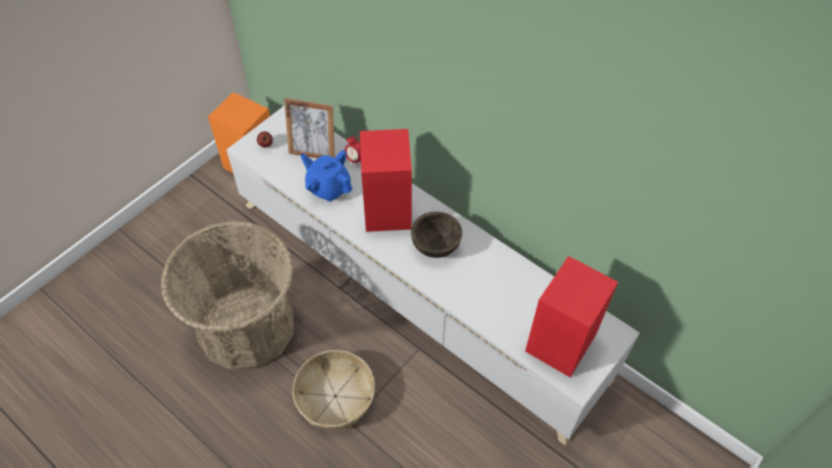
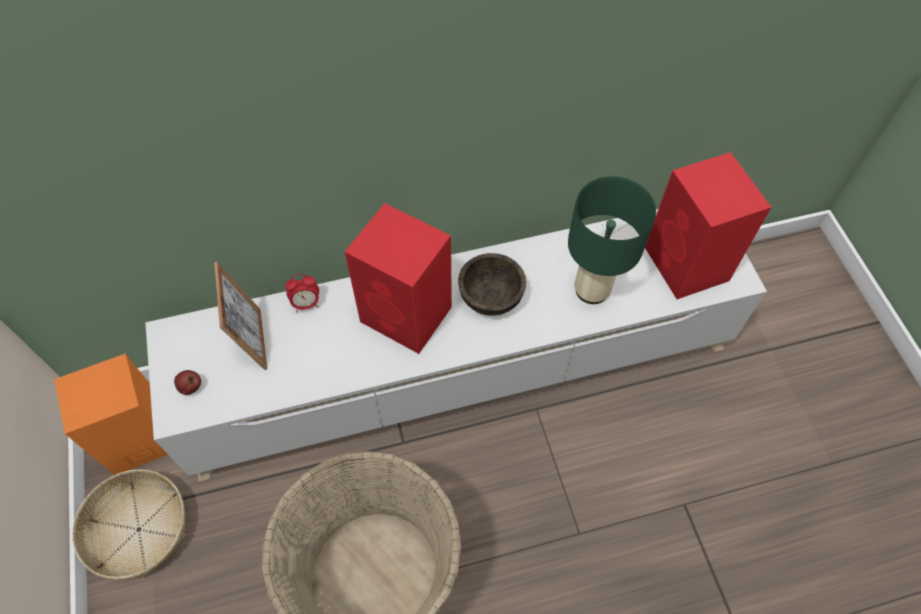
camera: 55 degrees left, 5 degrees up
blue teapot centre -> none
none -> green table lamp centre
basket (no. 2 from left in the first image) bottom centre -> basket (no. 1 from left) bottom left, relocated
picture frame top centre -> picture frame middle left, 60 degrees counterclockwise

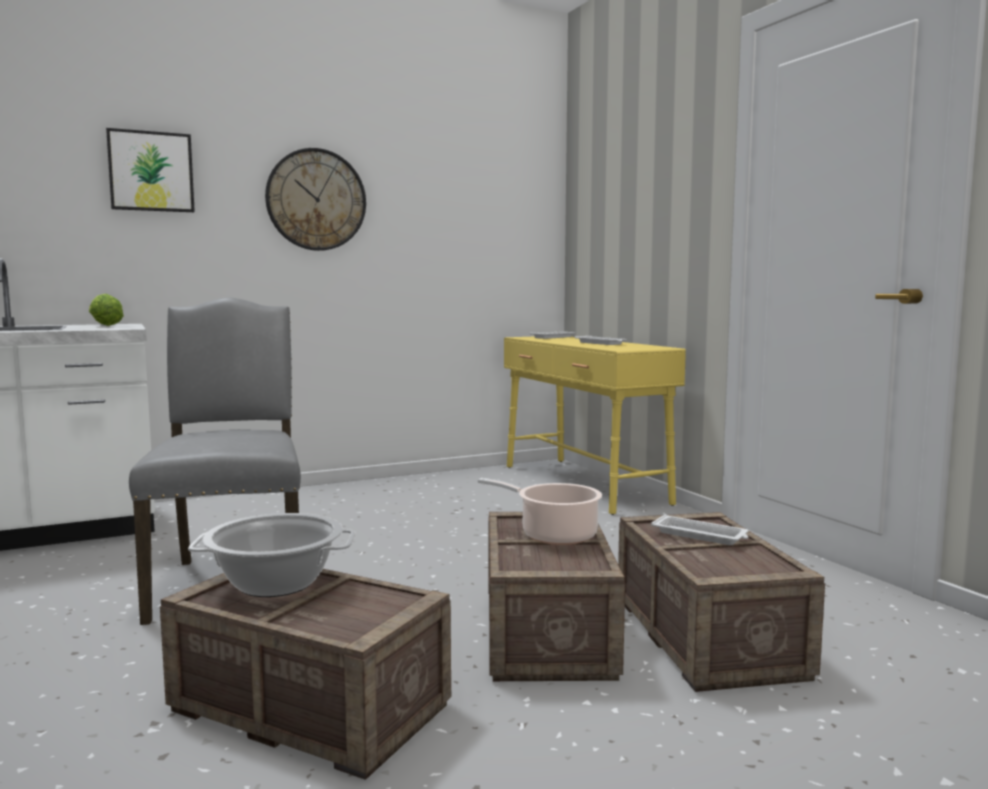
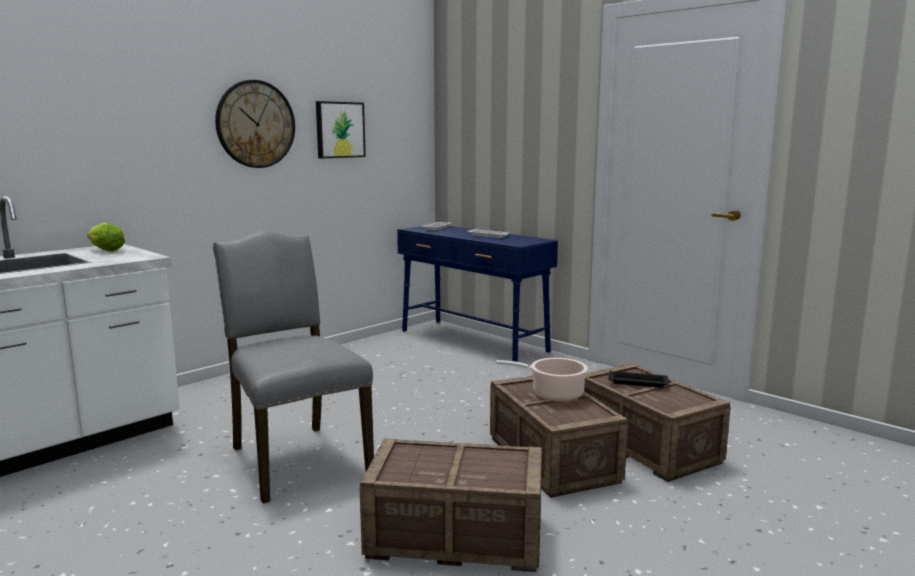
camera: 20 degrees left, 5 degrees up
cooking pot (no. 1 from left) bottom left -> none
picture top left -> picture top centre, relocated
yellow console table centre -> blue console table centre
white tray (no. 3 from left) bottom right -> black tray middle right

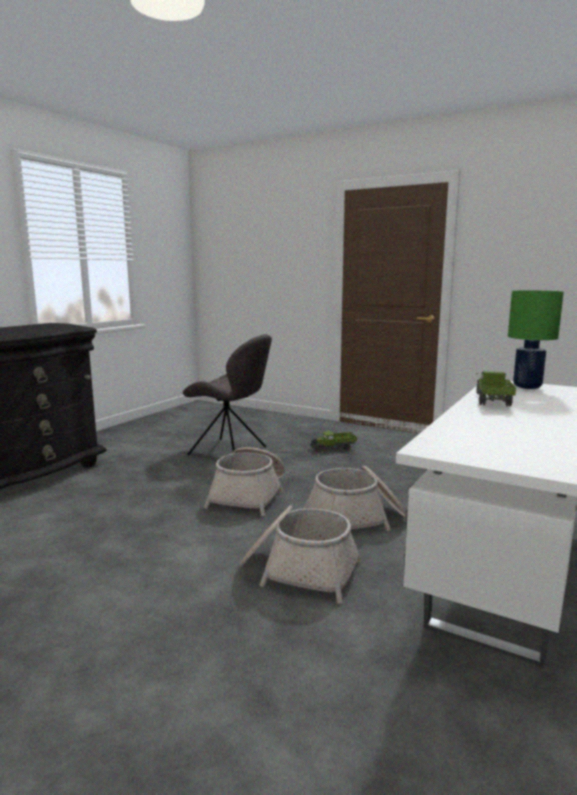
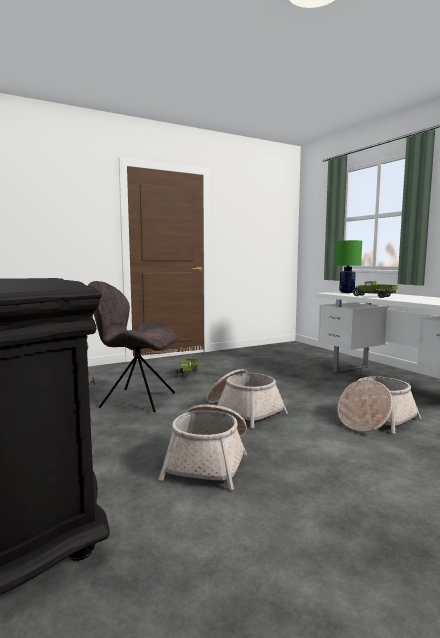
camera: 60 degrees left, 5 degrees down
basket (no. 3 from left in the first image) centre -> basket (no. 1 from left) bottom centre, relocated
grey chair centre -> grey chair middle left, 135 degrees counterclockwise

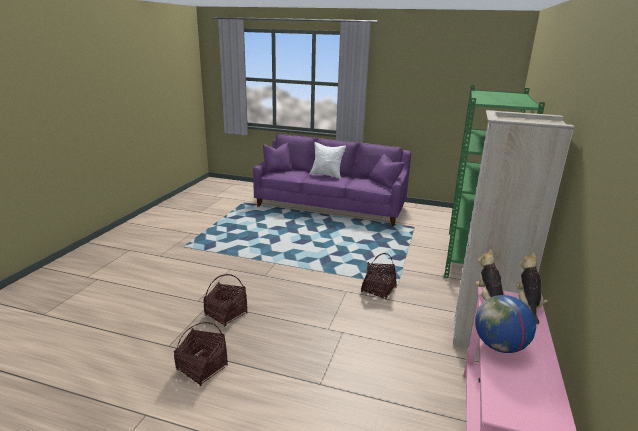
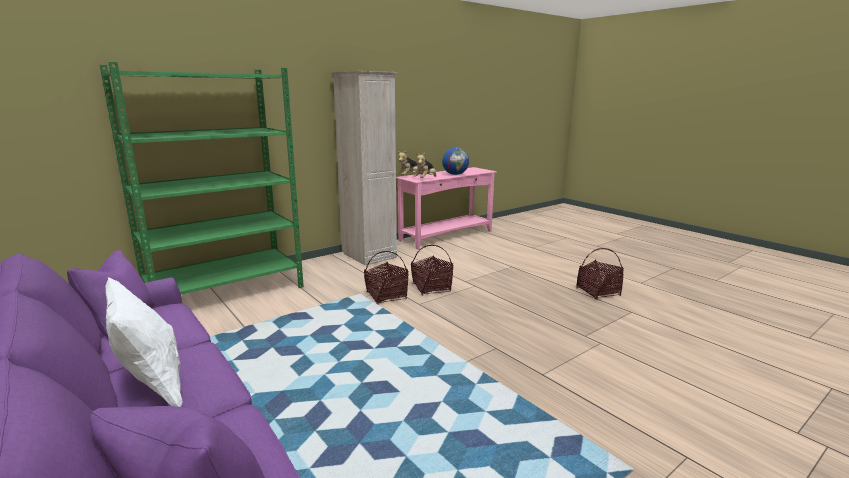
camera: 145 degrees left, 5 degrees down
basket (no. 2 from left) bottom centre -> basket (no. 2 from left) centre, relocated

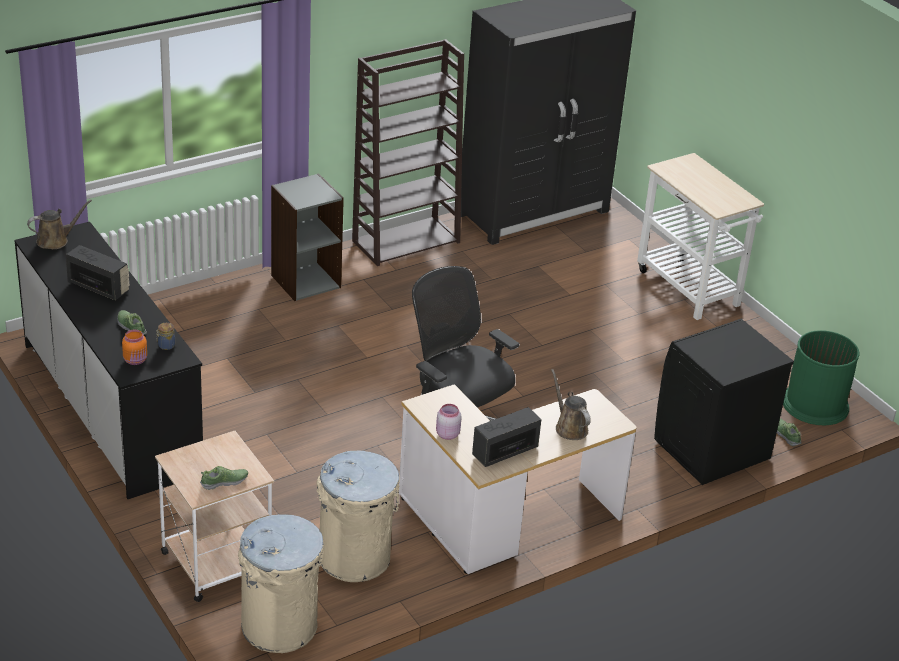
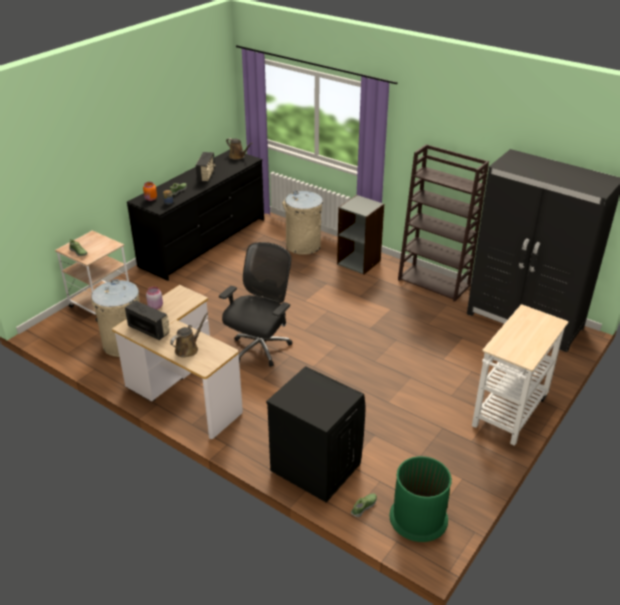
camera: 70 degrees right, 0 degrees up
beige trash can (no. 1 from left in the first image) bottom left -> beige trash can (no. 2 from left) centre, relocated

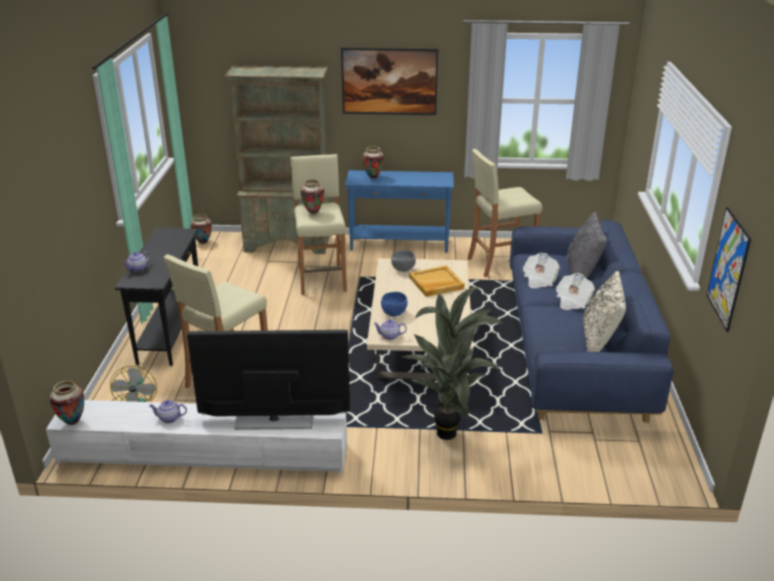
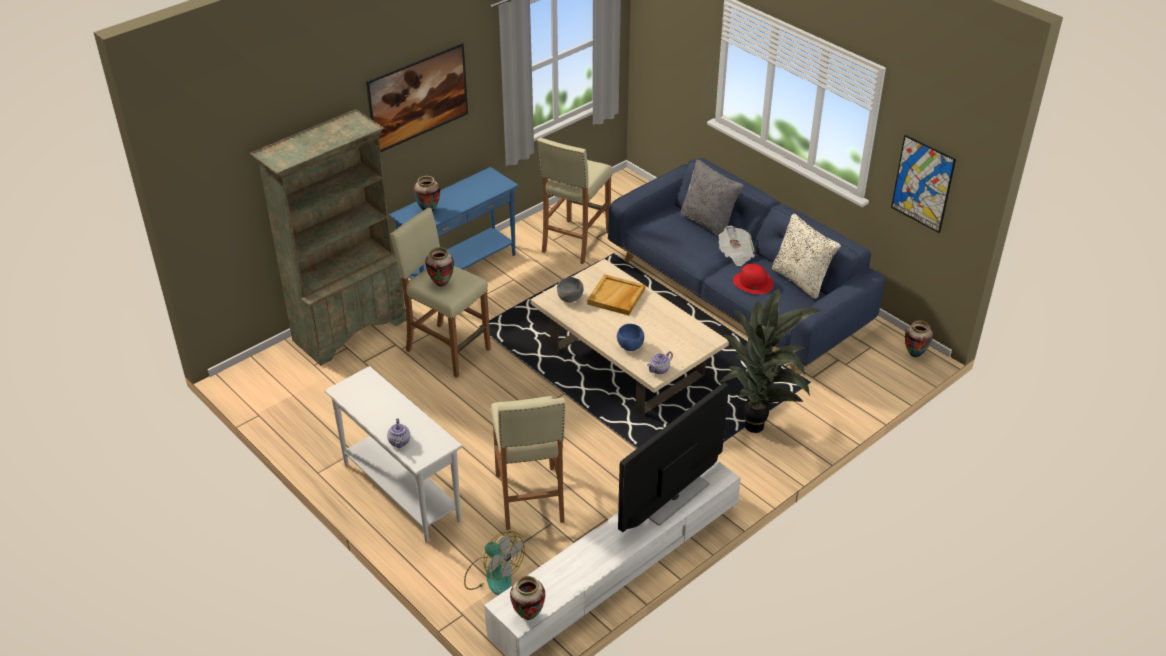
camera: 45 degrees left, 10 degrees up
teapot (no. 2 from left) bottom left -> none
newspaper (no. 1 from left) middle right -> none
none -> red hat centre
vase (no. 2 from left in the first image) middle left -> vase (no. 4 from left) middle right, relocated
black console table middle left -> white console table bottom centre

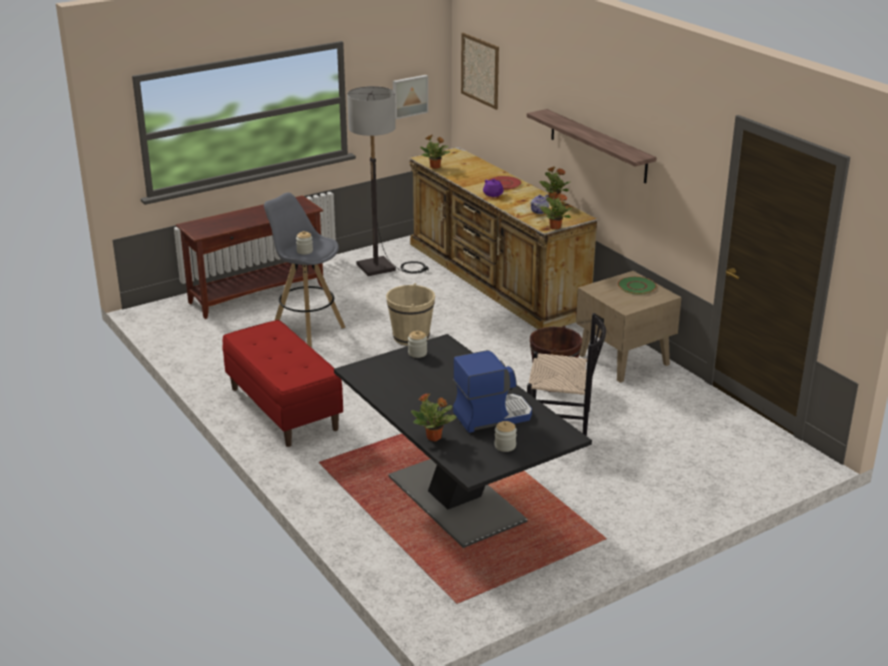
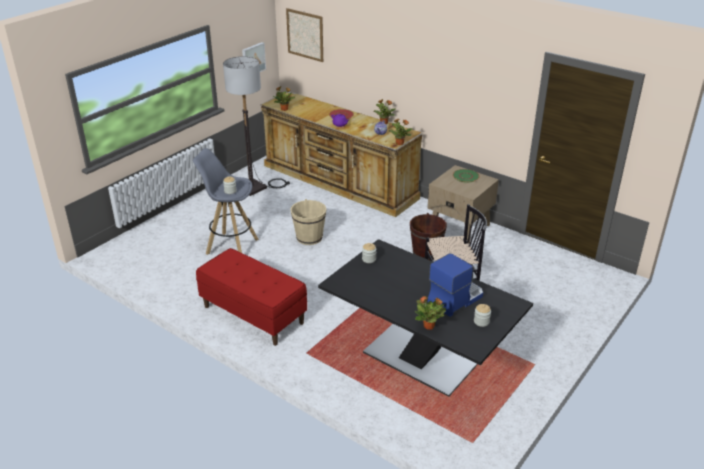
camera: 20 degrees left, 5 degrees up
brown console table middle left -> none
shelf top right -> none

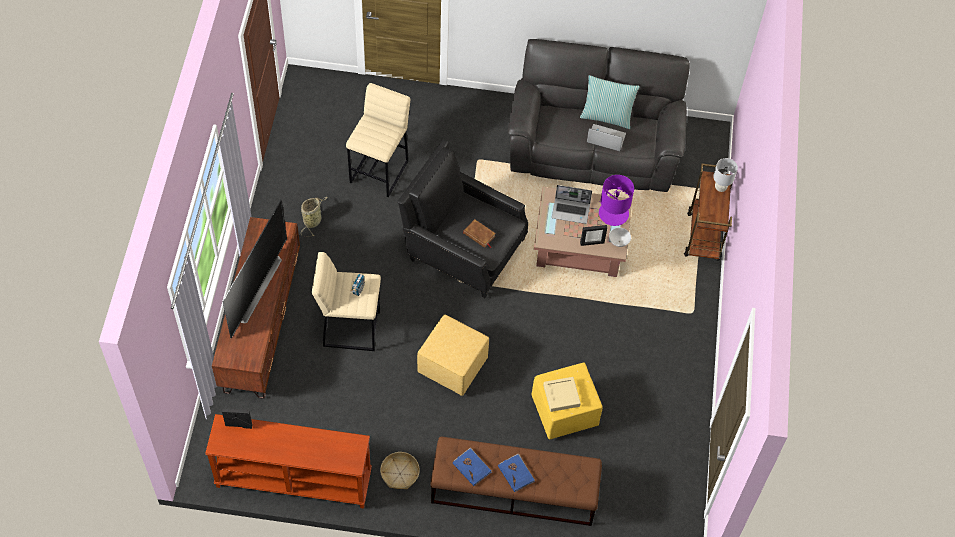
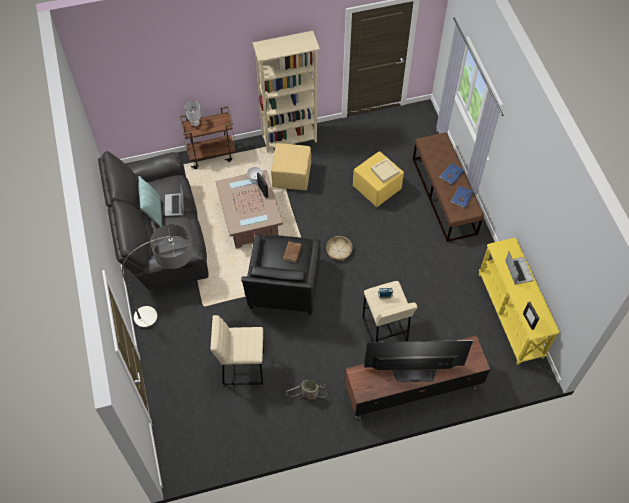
camera: 110 degrees left, 0 degrees up
purple table lamp centre -> none
none -> floor lamp middle left
none -> beige bookcase top centre
basket (no. 2 from left) bottom centre -> basket (no. 2 from left) centre, relocated
yellow ottoman (no. 1 from left) centre -> yellow ottoman (no. 1 from left) top centre, relocated
laptop (no. 1 from left in the first image) centre -> laptop (no. 2 from left) middle right, relocated
brown console table bottom left -> yellow console table middle right

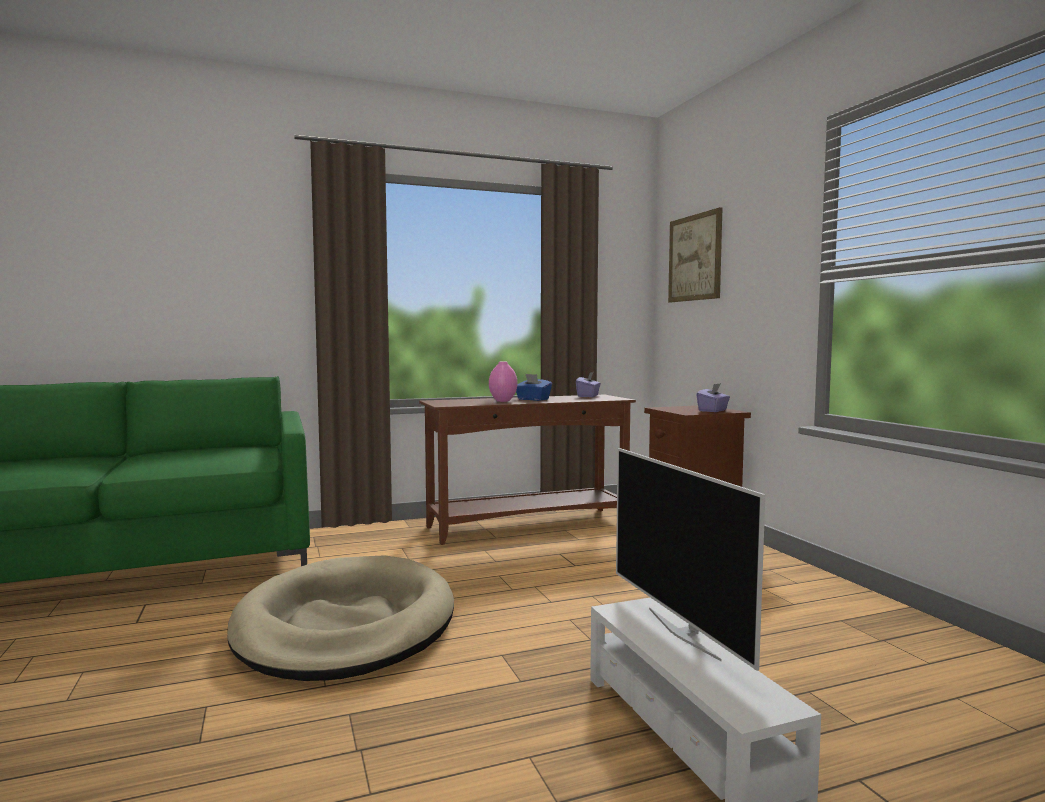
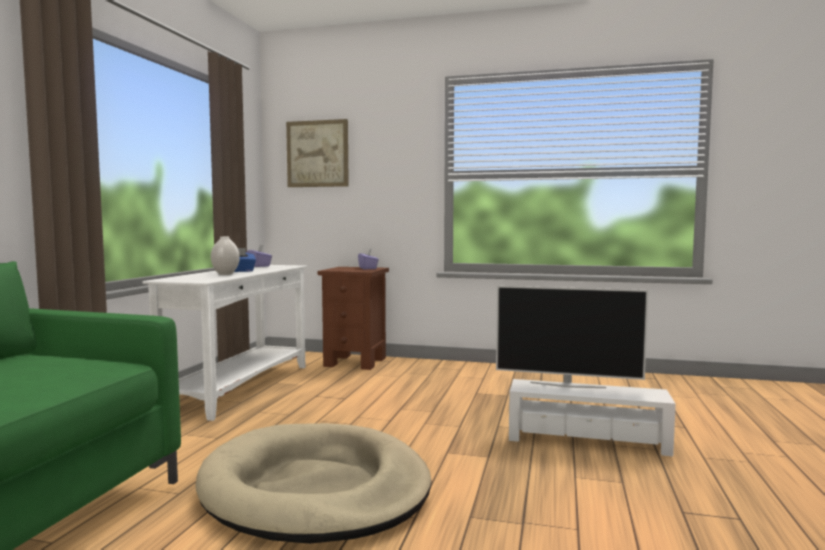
camera: 55 degrees left, 0 degrees up
brown console table centre -> white console table middle left
pink vase centre -> white vase middle left

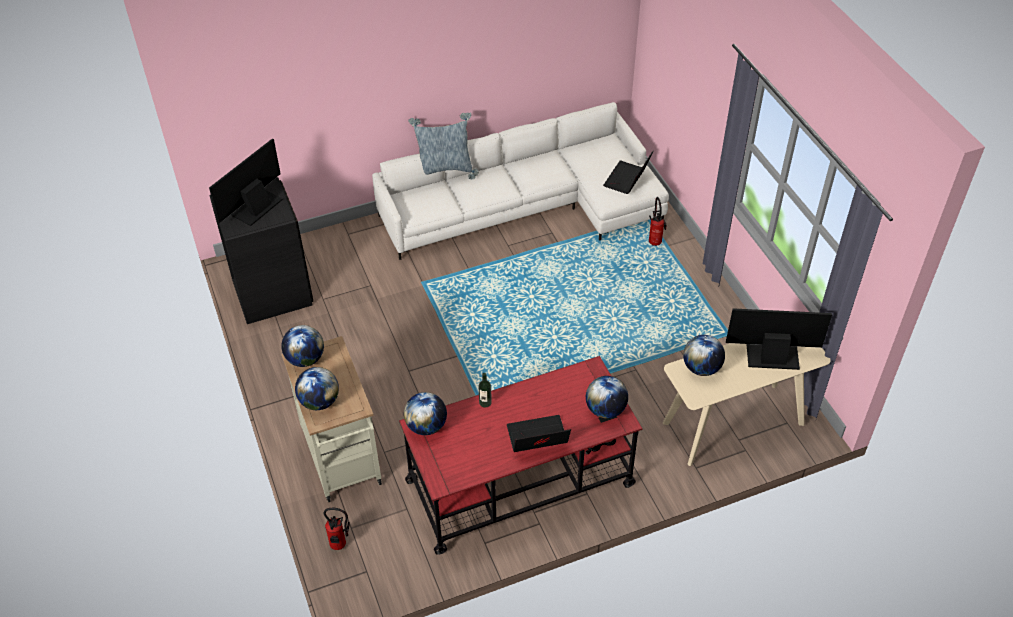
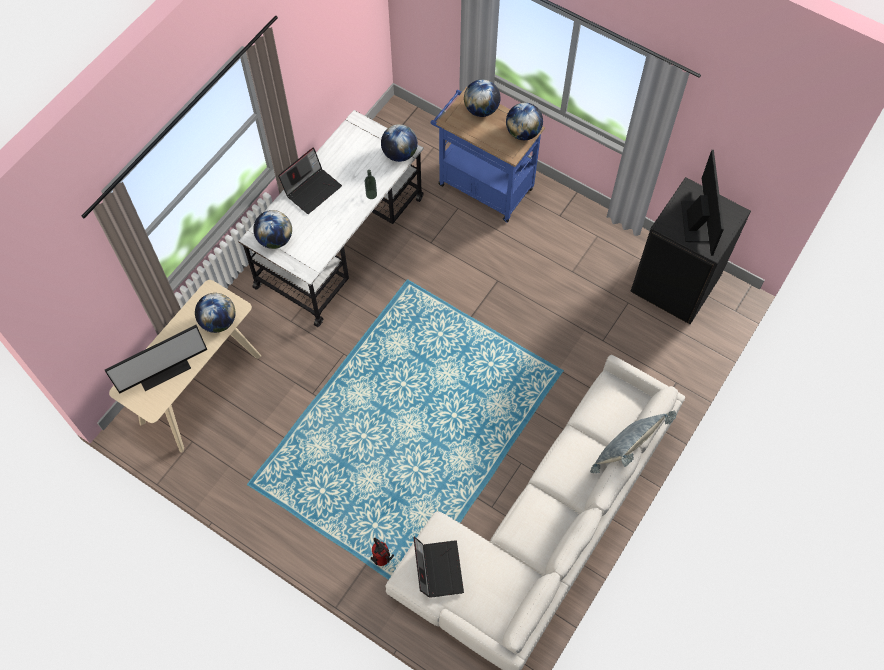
camera: 145 degrees right, 15 degrees up
fire extinguisher (no. 1 from left) bottom left -> none
beige cart bottom left -> blue cart top centre
red desk bottom centre -> white desk top centre

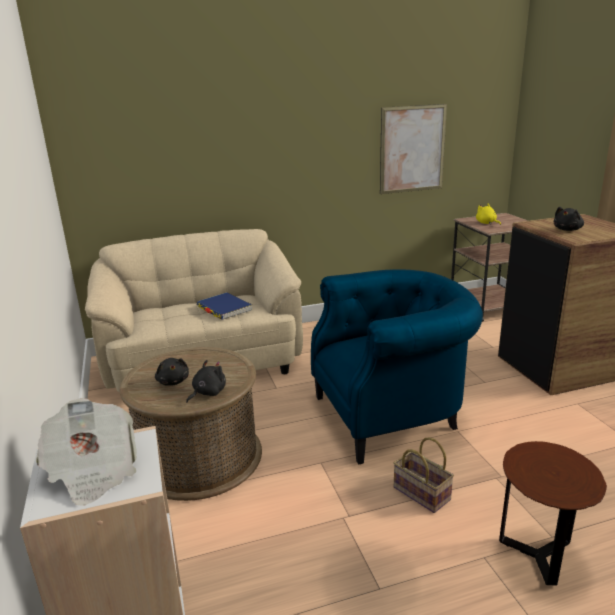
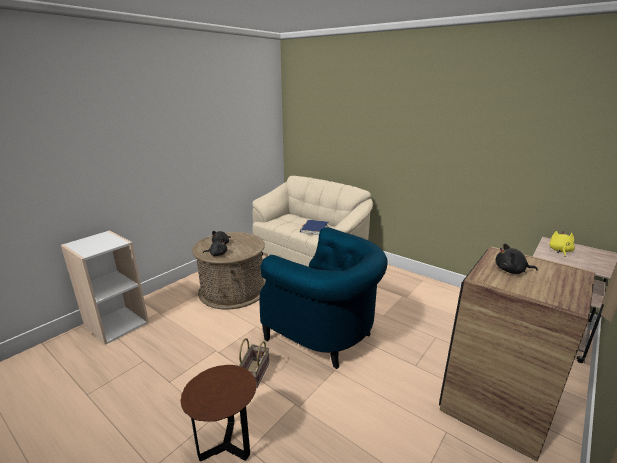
camera: 55 degrees right, 0 degrees up
newspaper bottom left -> none
picture top right -> none

